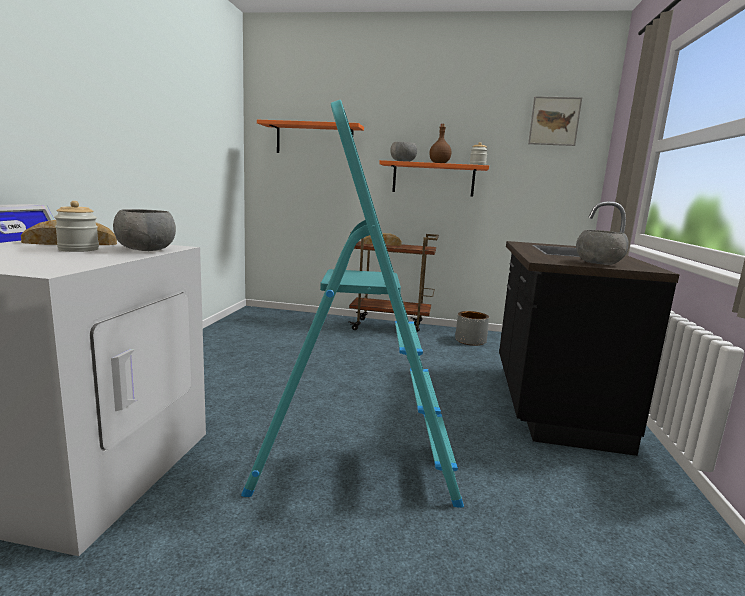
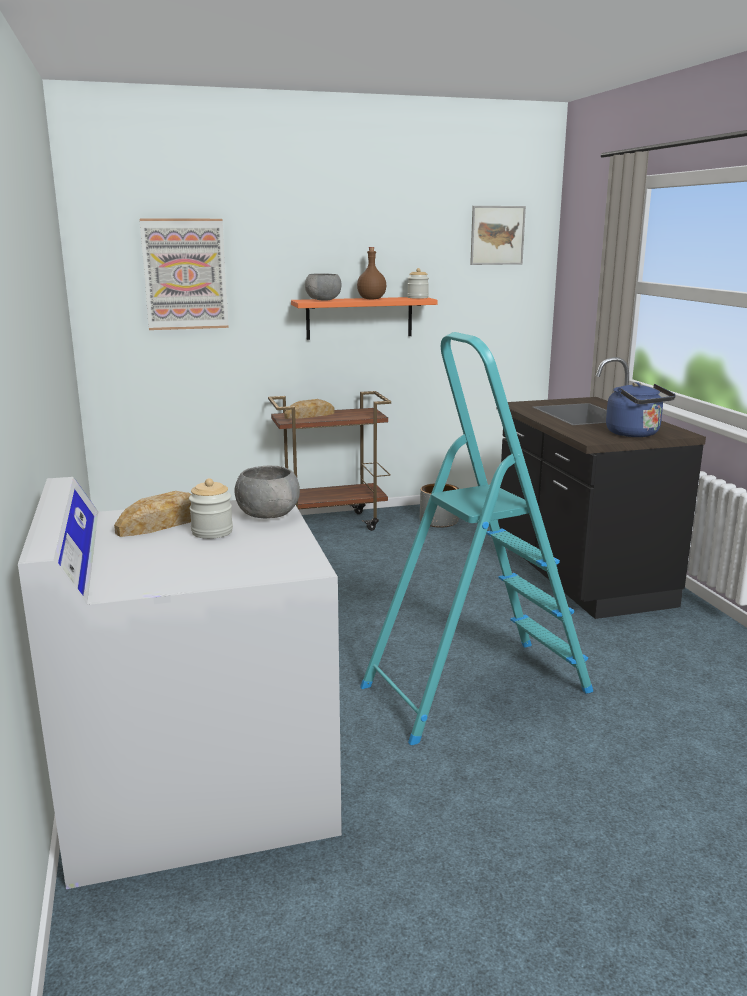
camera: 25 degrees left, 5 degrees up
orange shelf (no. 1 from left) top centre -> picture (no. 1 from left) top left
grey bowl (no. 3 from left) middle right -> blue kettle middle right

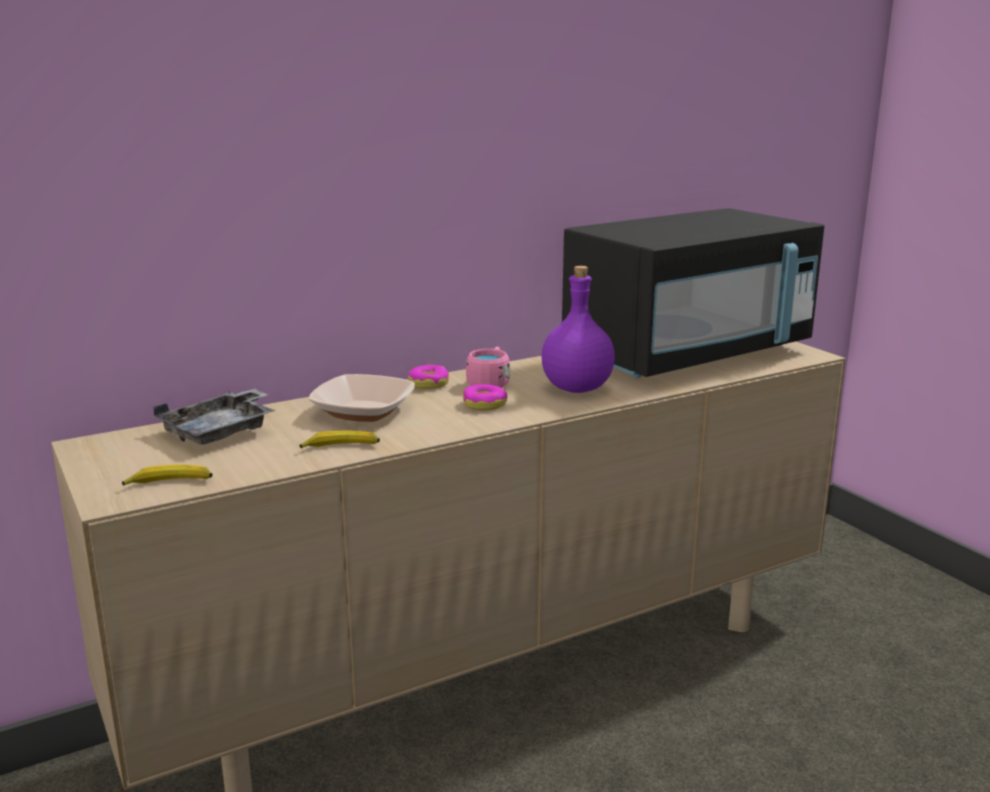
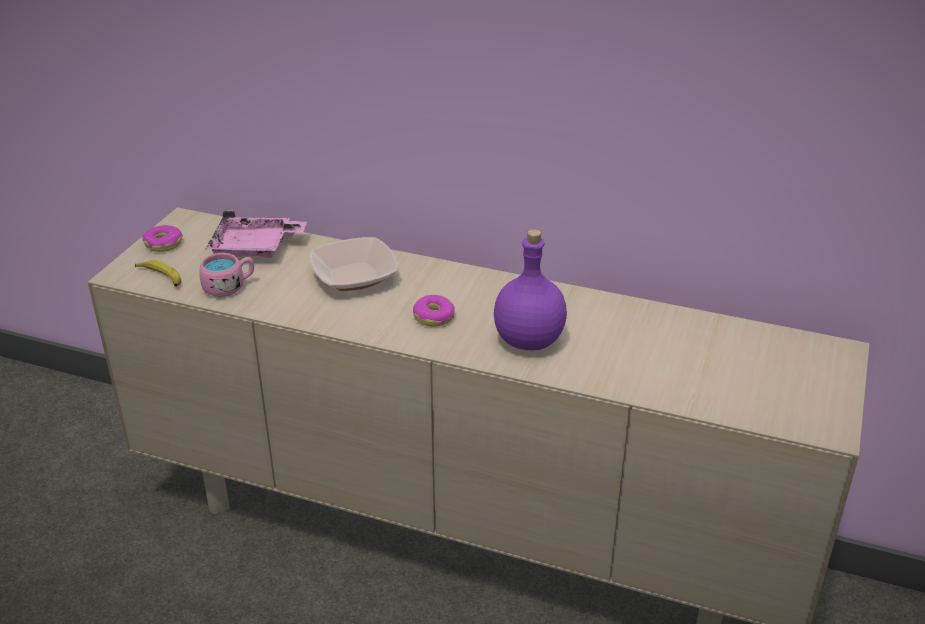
camera: 50 degrees right, 15 degrees up
banana (no. 2 from left) centre -> none
black microwave middle right -> none
donut (no. 1 from left) centre -> donut (no. 1 from left) middle left, relocated
pink mug centre -> pink mug middle left, relocated
grey tray middle left -> pink tray middle left

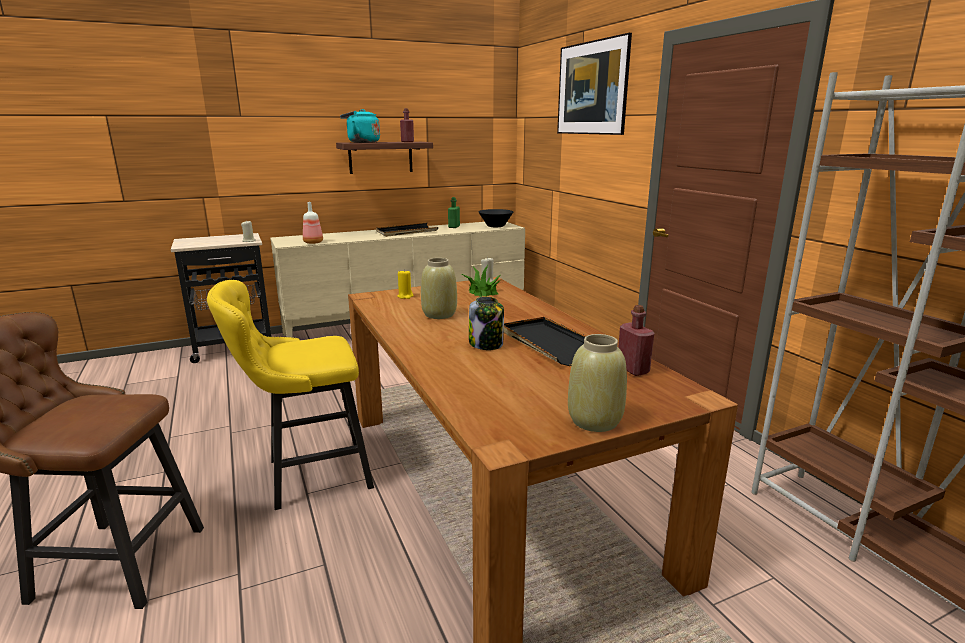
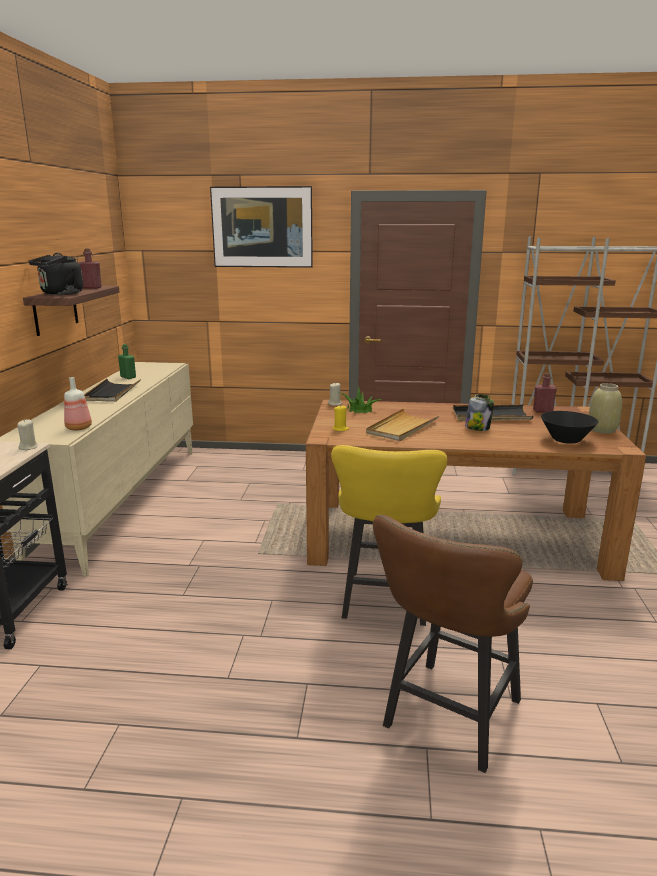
camera: 60 degrees left, 0 degrees up
black bowl centre -> black bowl middle right, relocated
beige vase (no. 1 from left) centre -> beige tray centre
turquoise kettle top centre -> black kettle top left

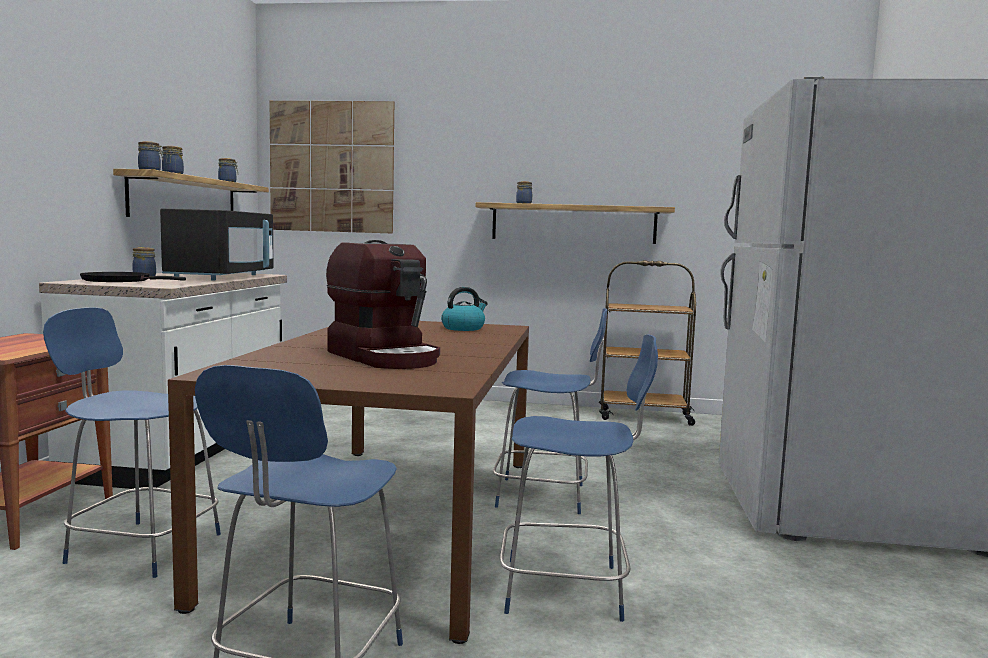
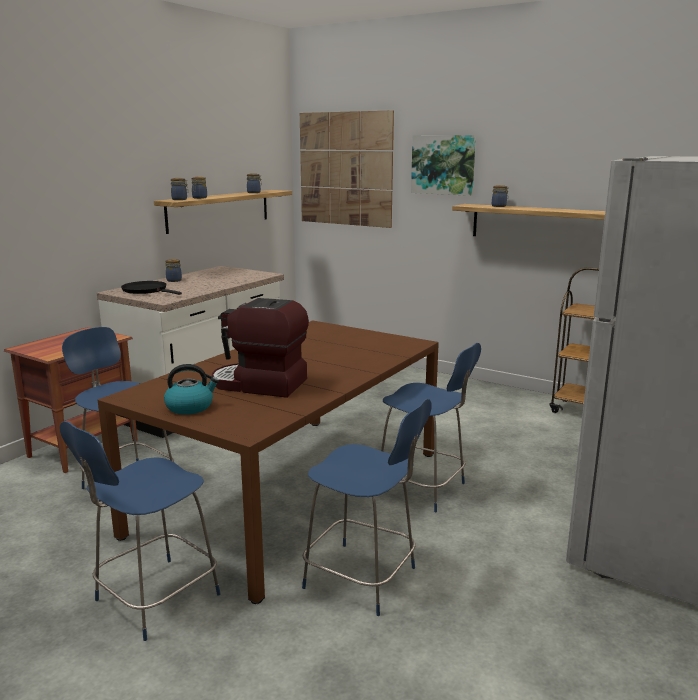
camera: 25 degrees right, 10 degrees up
black microwave middle left -> none
none -> picture (no. 2 from left) top centre
kettle centre -> kettle middle left, relocated
coffee machine centre, 120 degrees clockwise

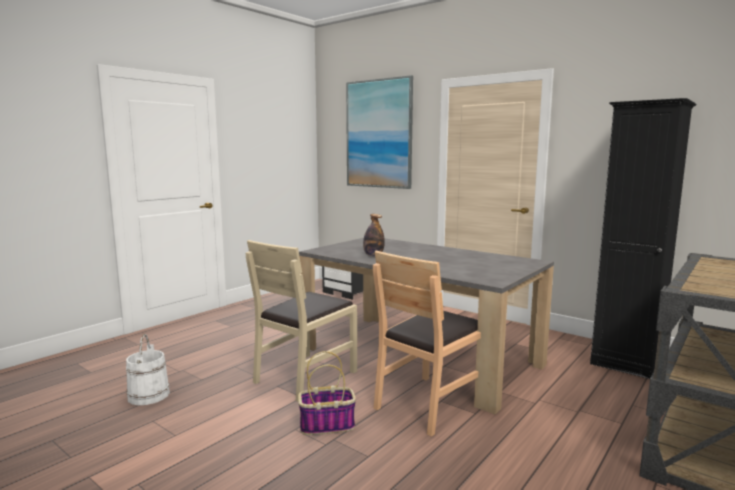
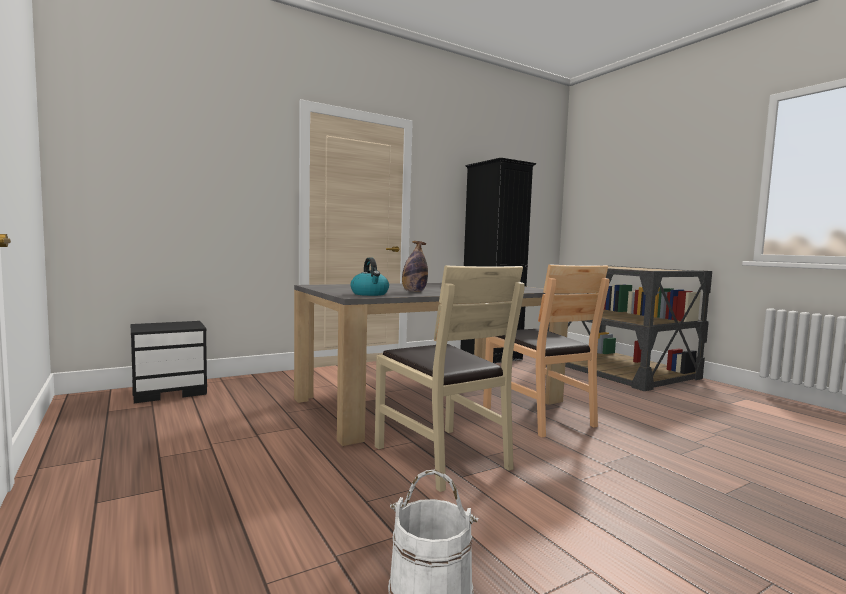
camera: 70 degrees left, 5 degrees down
basket bottom centre -> none
picture top centre -> none
none -> kettle centre

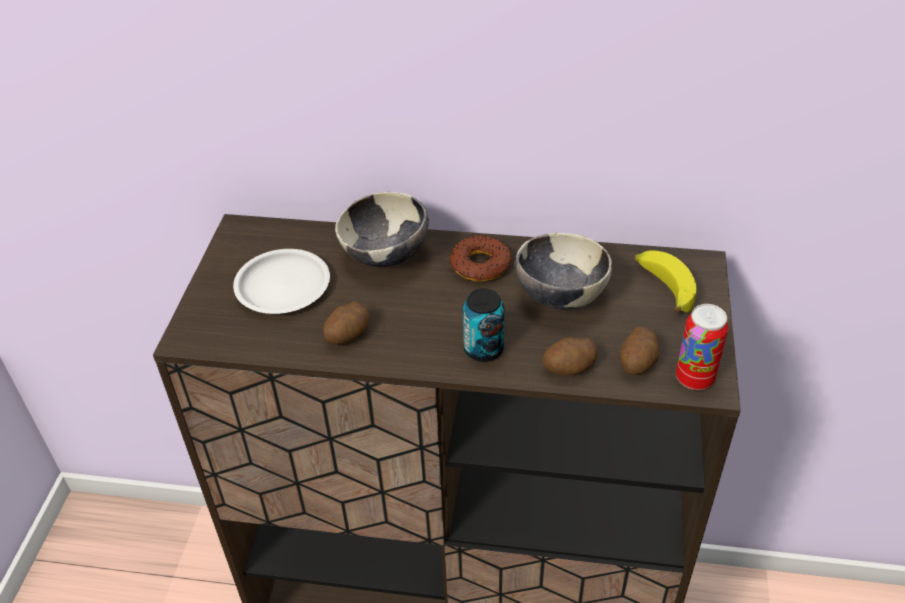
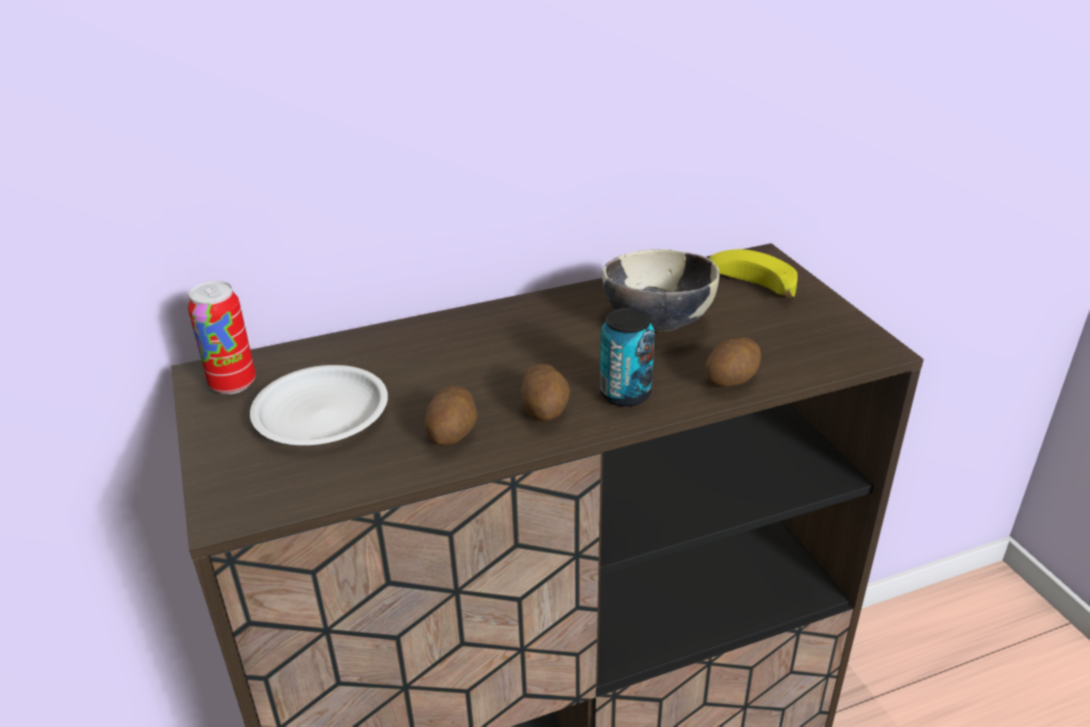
camera: 30 degrees left, 10 degrees down
bowl (no. 1 from left) centre -> none
donut centre -> none
potato (no. 3 from left in the first image) middle right -> potato (no. 2 from left) centre, relocated
can (no. 2 from left in the first image) middle right -> can (no. 1 from left) middle left, relocated

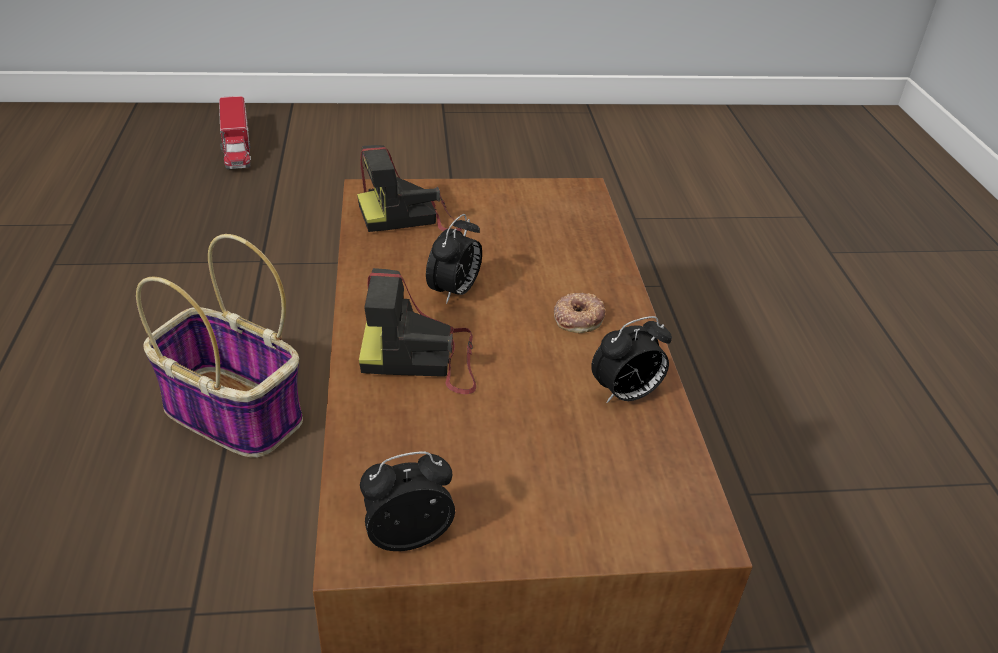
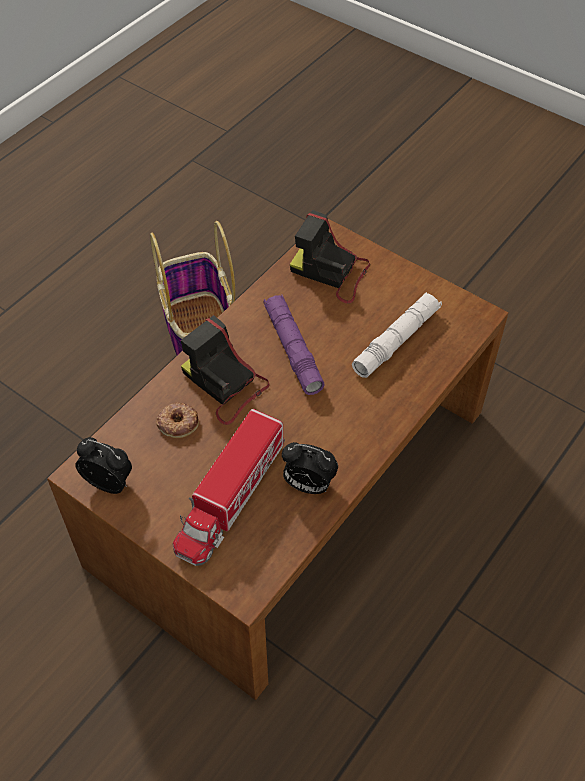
camera: 45 degrees right, 15 degrees up
none -> white flashlight middle right
toy truck top left -> toy truck centre, relocated
donut centre -> donut middle left, relocated
alarm clock (no. 2 from left) centre -> purple flashlight centre

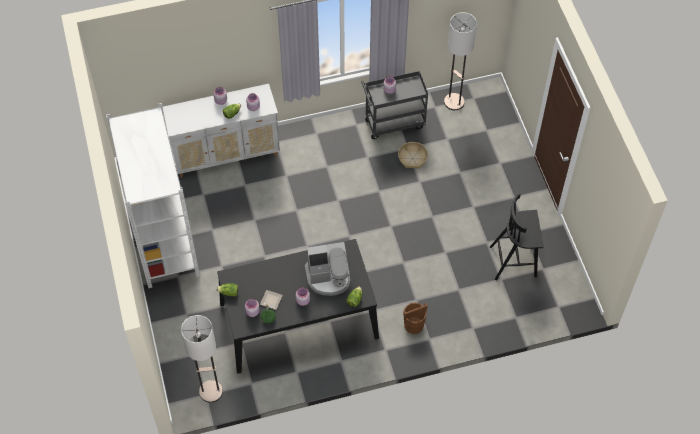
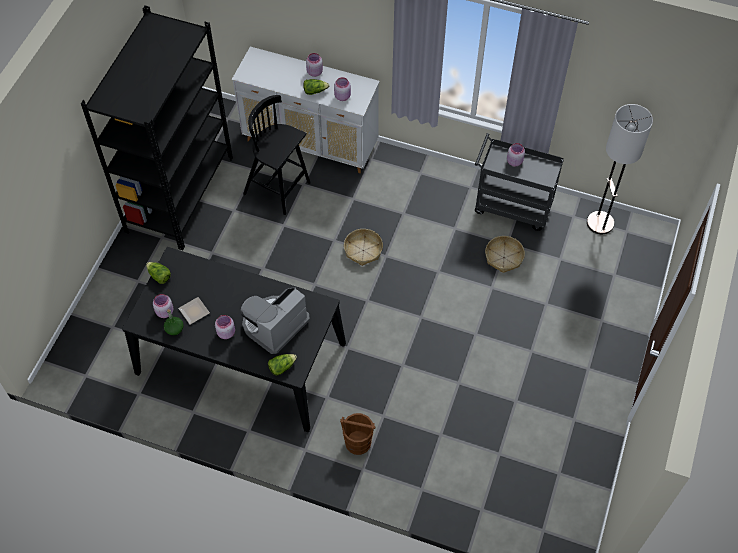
camera: 35 degrees right, 0 degrees up
floor lamp (no. 1 from left) bottom left -> none
none -> basket (no. 1 from left) centre
black stool middle right -> black stool top centre, relocated
white bookcase middle left -> black bookcase top left
coffee machine centre, 105 degrees clockwise

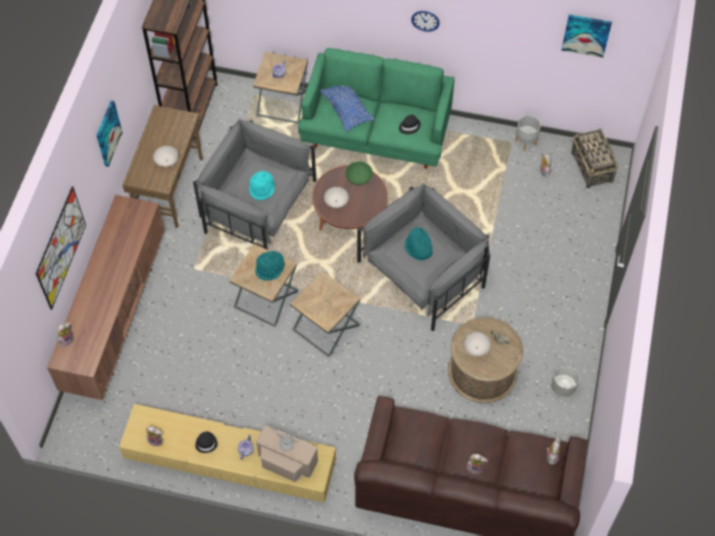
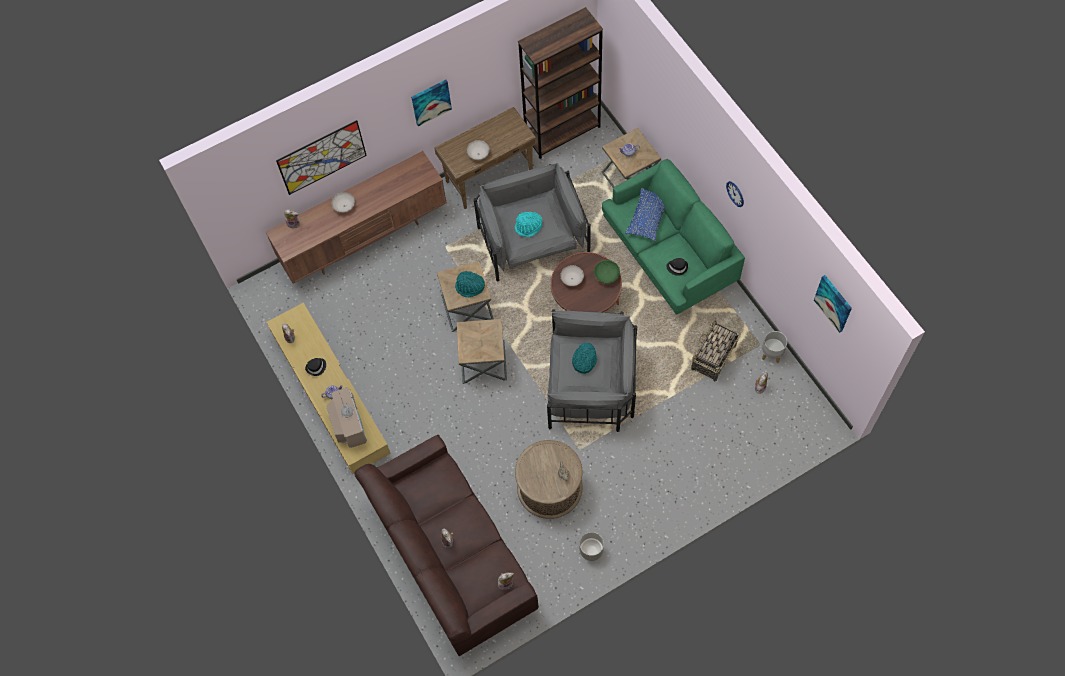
camera: 50 degrees right, 5 degrees up
white bowl (no. 3 from left in the first image) middle right -> white bowl (no. 1 from left) top left, relocated
basket top right -> basket middle right, relocated

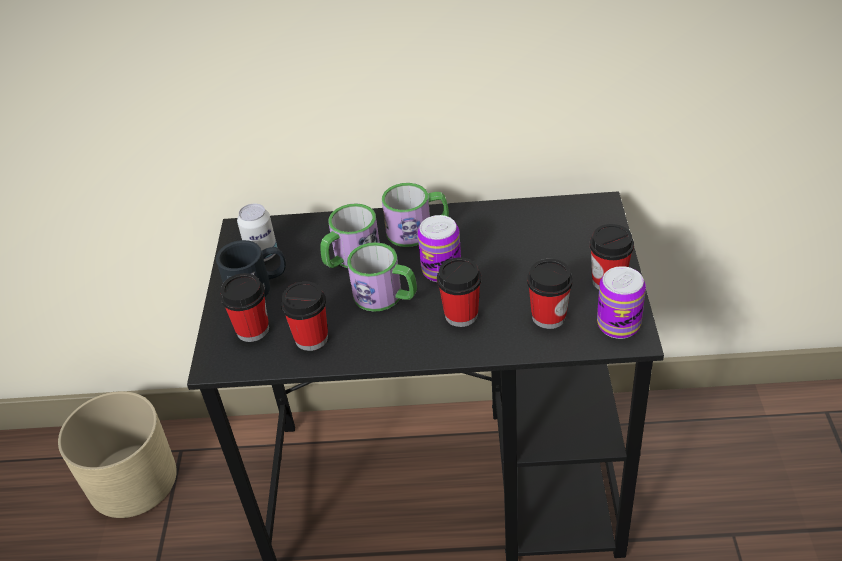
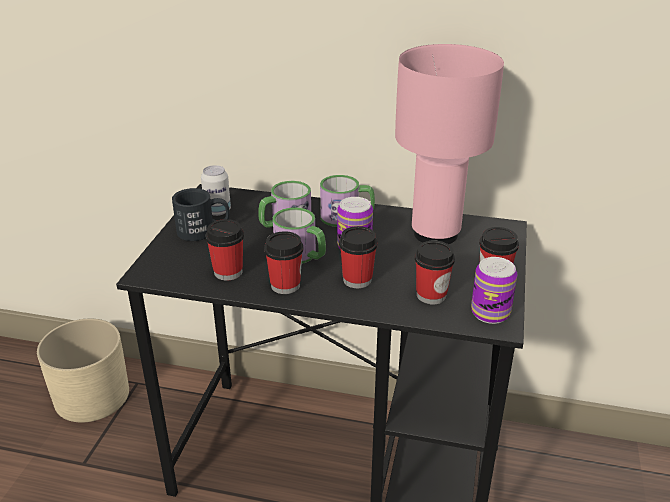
camera: 10 degrees right, 10 degrees down
none -> pink table lamp top right
cup (no. 1 from left in the first image) middle left -> cup (no. 2 from left) centre, relocated

